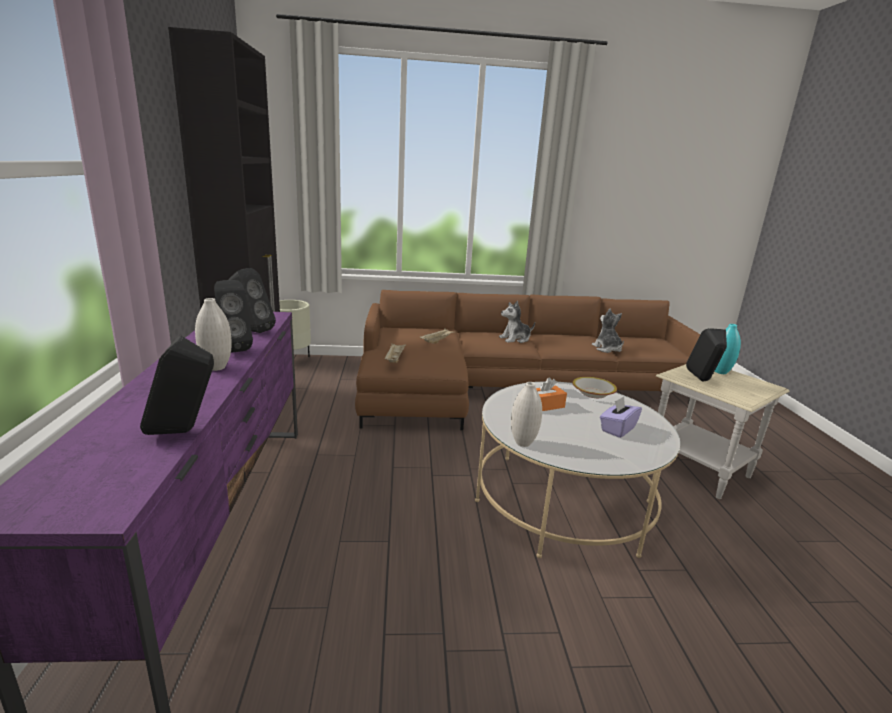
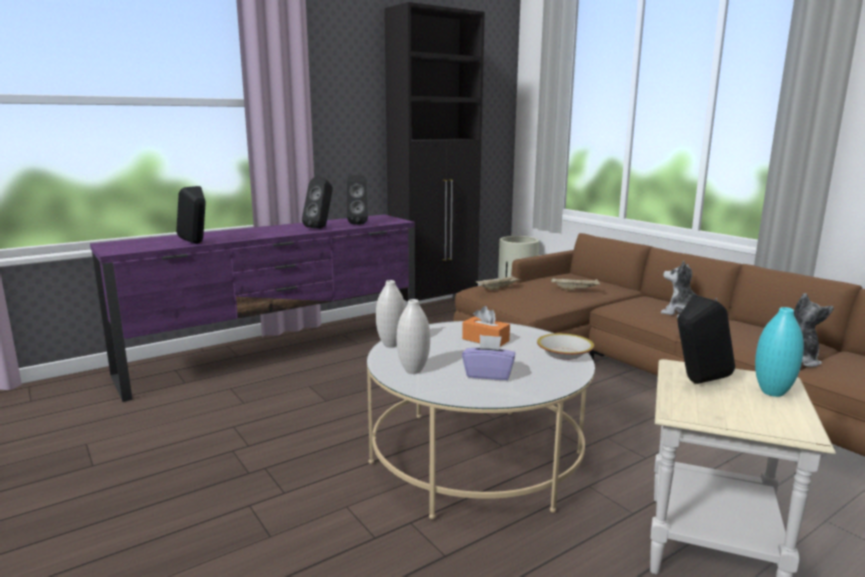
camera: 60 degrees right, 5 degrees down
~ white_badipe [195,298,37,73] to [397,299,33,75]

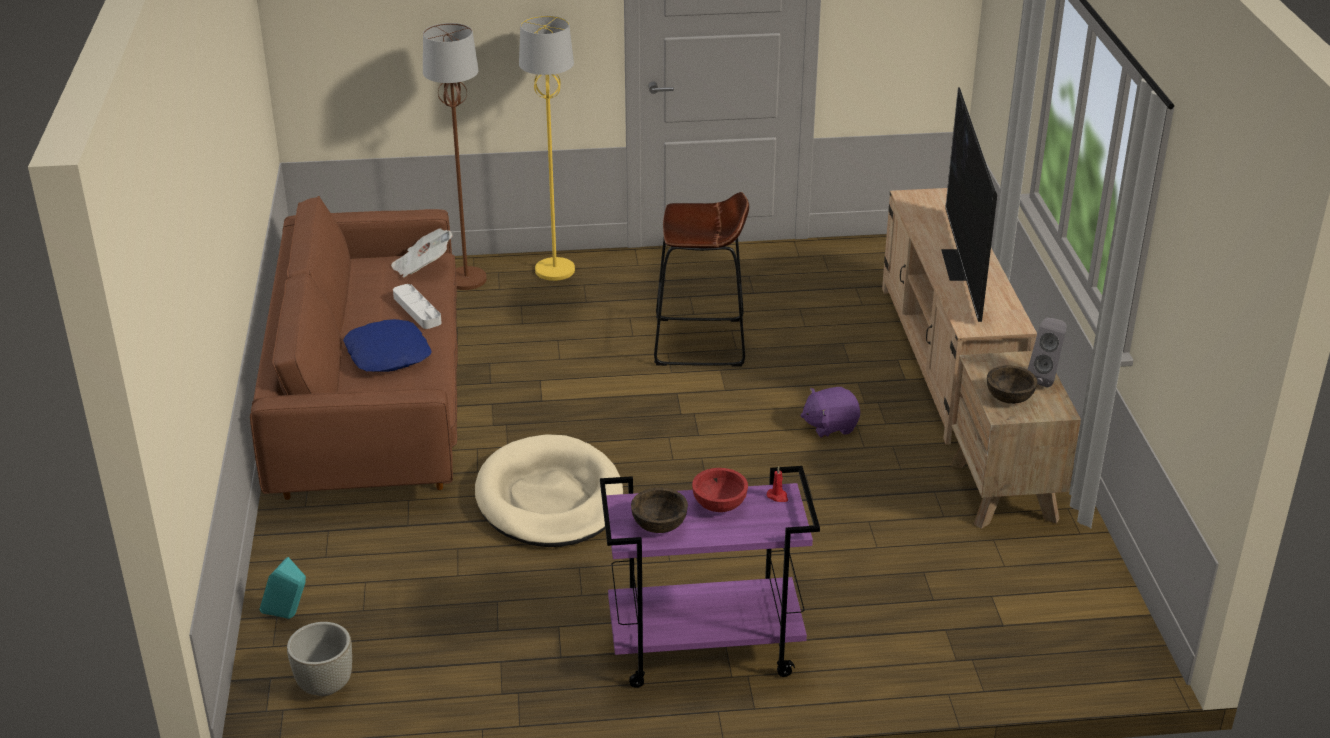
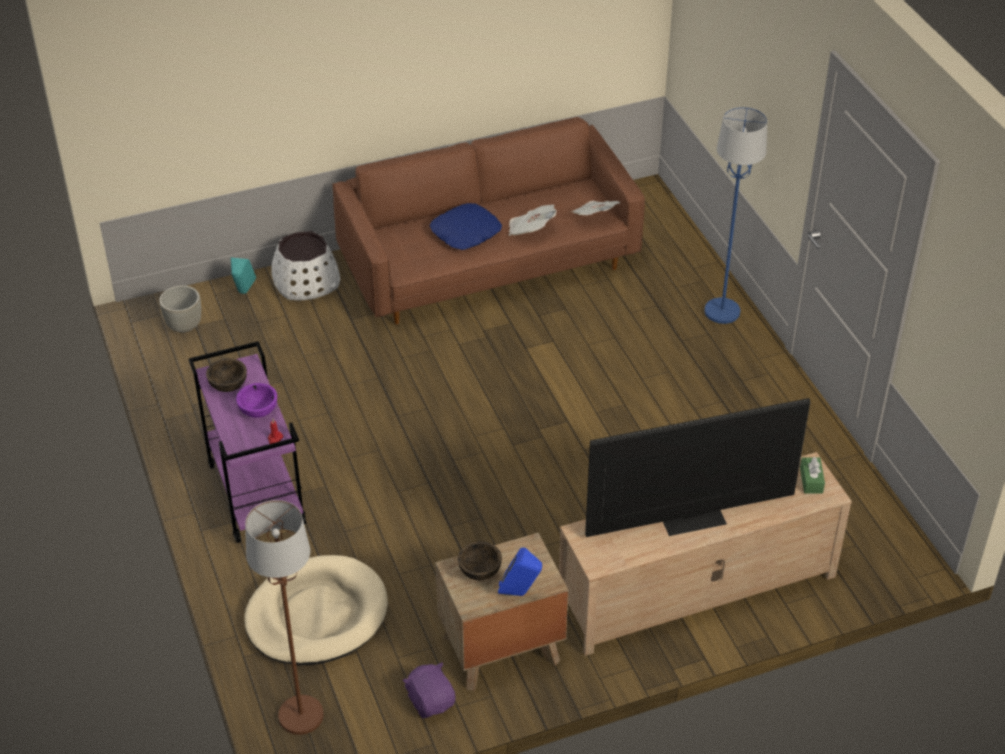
camera: 75 degrees right, 10 degrees up
~ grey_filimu [393,284,48,45] to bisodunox [509,204,48,32]
~ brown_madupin [423,23,64,267] to [245,500,78,235]
~ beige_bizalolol [475,434,148,113] to [244,555,144,110]
~ yellow_madupin [519,15,56,266] to blue_madupin [704,107,63,217]
- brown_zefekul [654,192,95,175]
~ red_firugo [692,468,56,44] to purple_firugo [236,383,41,35]
~ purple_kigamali [801,387,59,51] to [403,662,53,56]
~ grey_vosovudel [1028,318,39,69] to blue_vosovudel [498,547,44,49]
+ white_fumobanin [271,231,69,69]
+ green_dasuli [800,456,25,37]

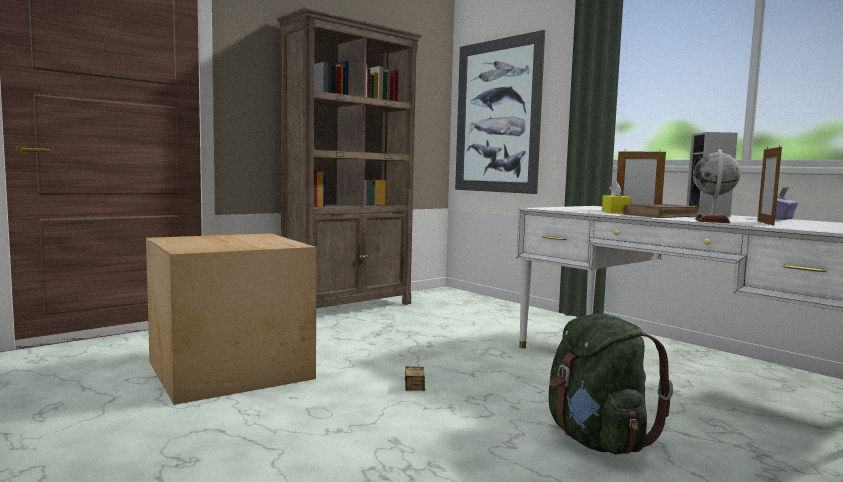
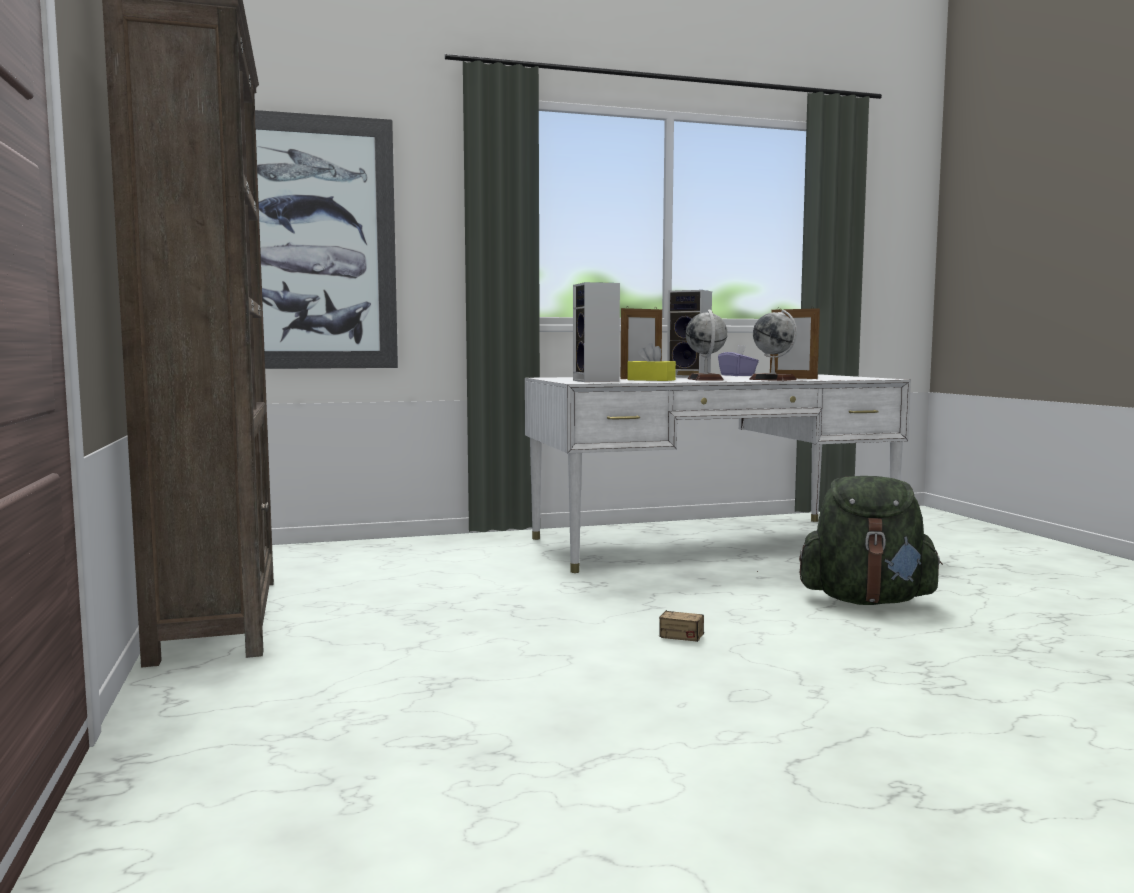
camera: 65 degrees left, 0 degrees up
- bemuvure [146,233,171,172]
~ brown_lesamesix [622,204,79,14] to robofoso [685,310,42,71]
+ vosovudel [573,282,47,100]

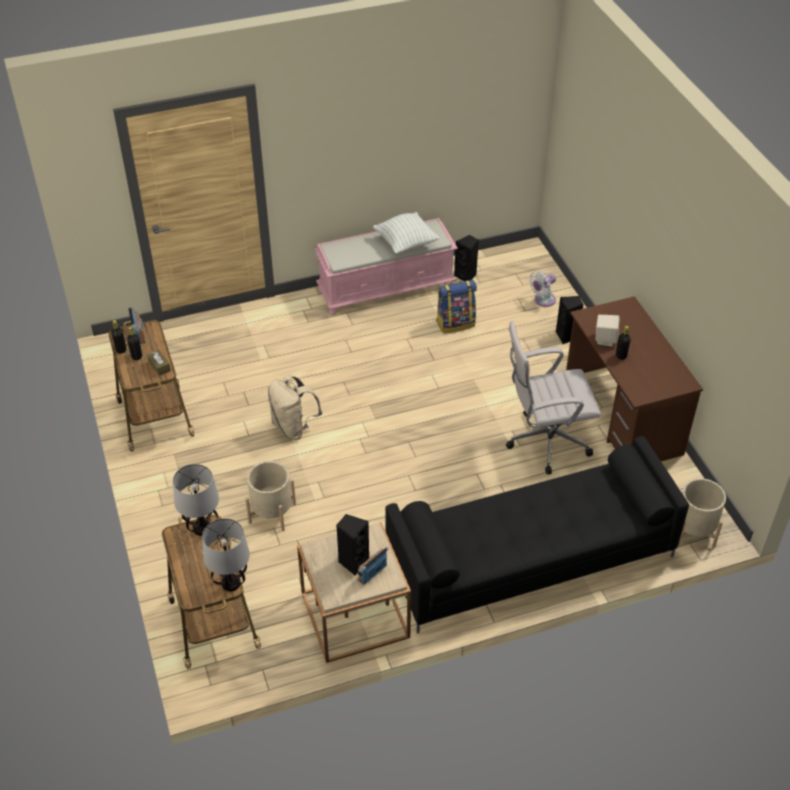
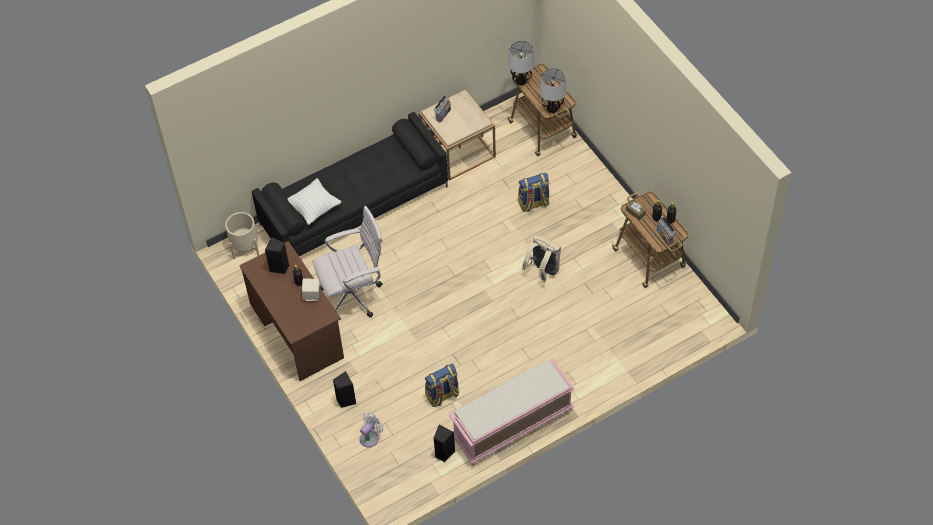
camera: 170 degrees right, 10 degrees up
~ beige_fumobanin [245,461,51,70] to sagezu [518,173,32,39]
~ black_vosovudel [336,514,33,62] to [265,237,24,37]
~ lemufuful [373,212,66,42] to [287,178,54,47]

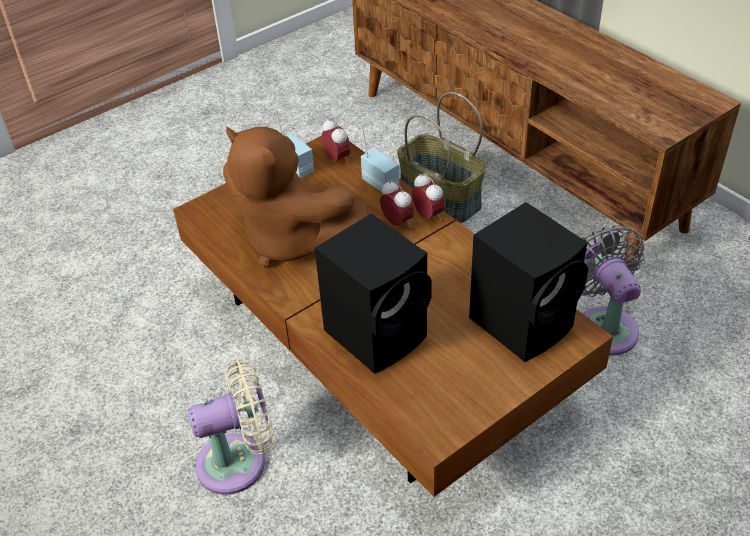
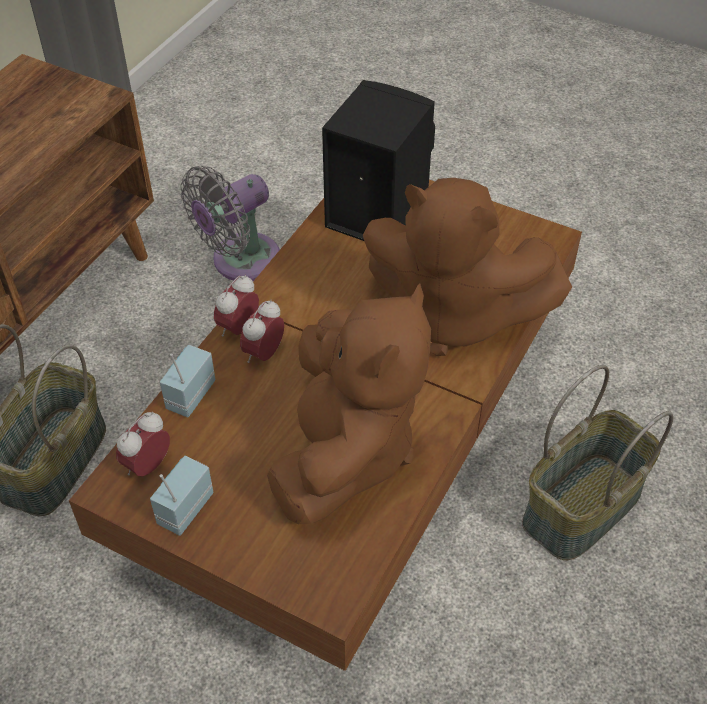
camera: 115 degrees left, 5 degrees up
~ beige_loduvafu [188,359,86,136] to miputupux [522,365,151,196]
~ black_vosovudel [315,213,117,161] to brown_kigamali [363,178,209,178]

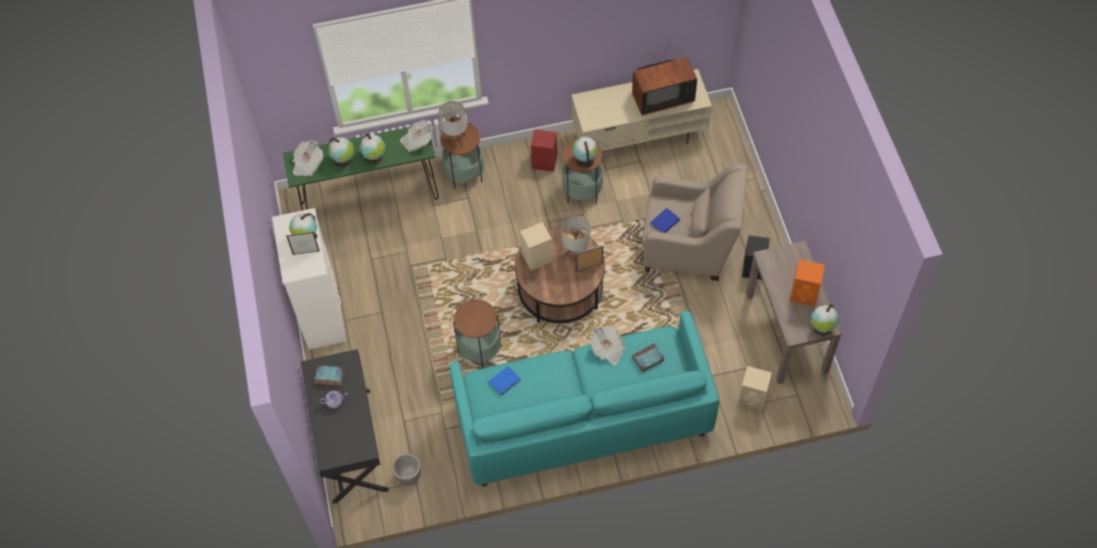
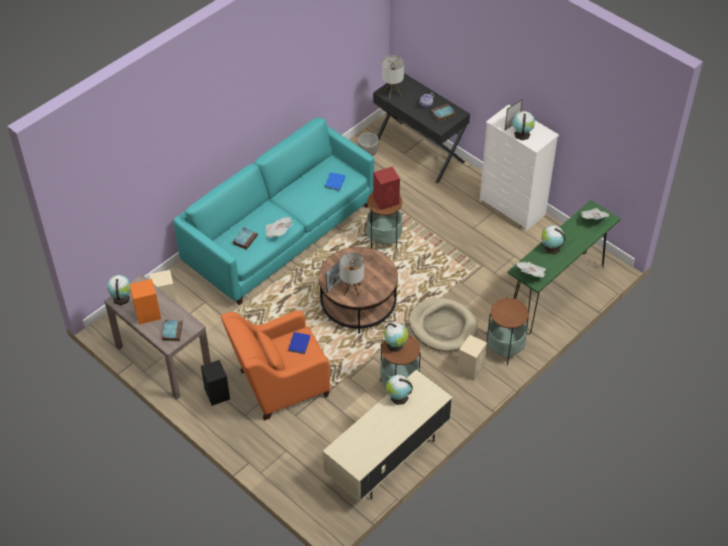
camera: 145 degrees right, 10 degrees down
~ robofoso [328,137,26,30] to [386,375,27,30]
~ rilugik [439,101,28,47] to [382,55,22,44]
~ beige_vosovudel [520,222,33,48] to [457,335,30,46]
~ red_vosovudel [531,129,26,43] to [373,166,27,44]
- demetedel [632,43,65,72]
~ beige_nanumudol [642,164,106,117] to orange_nanumudol [221,310,109,111]
+ lesamesix [162,320,21,21]
+ beige_bizalolol [409,298,69,54]

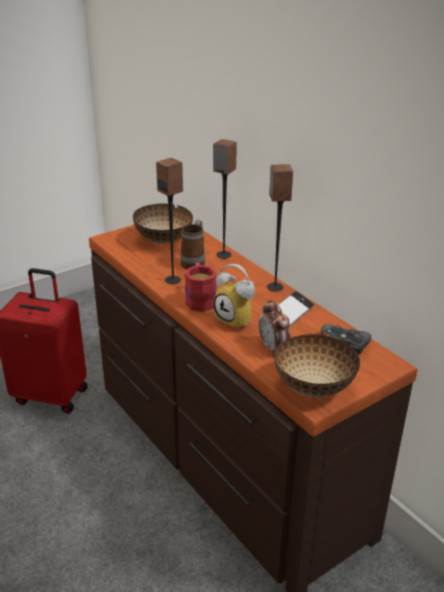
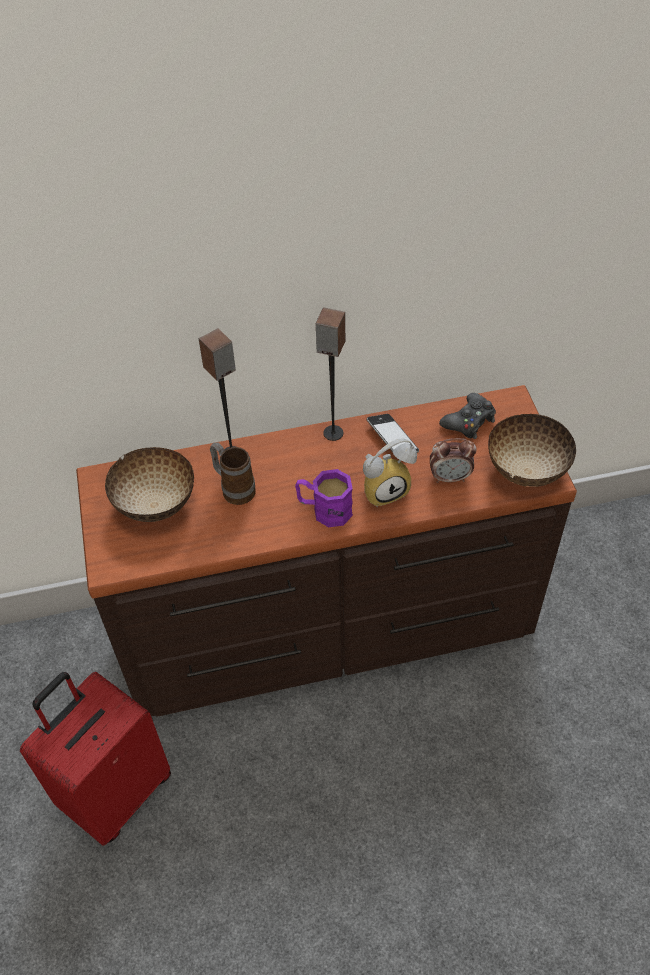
camera: 65 degrees left, 20 degrees up
- vosovudel [156,158,27,126]
~ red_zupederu [185,263,32,49] to purple_zupederu [295,469,58,58]

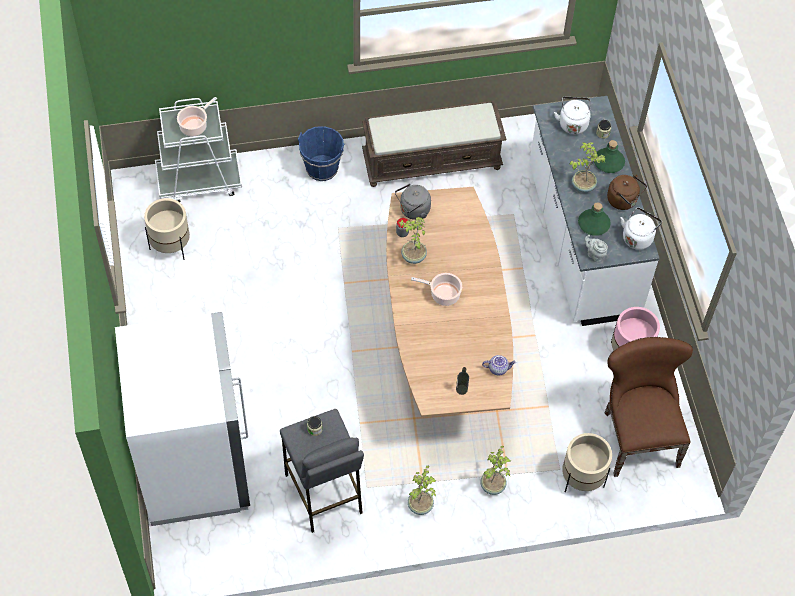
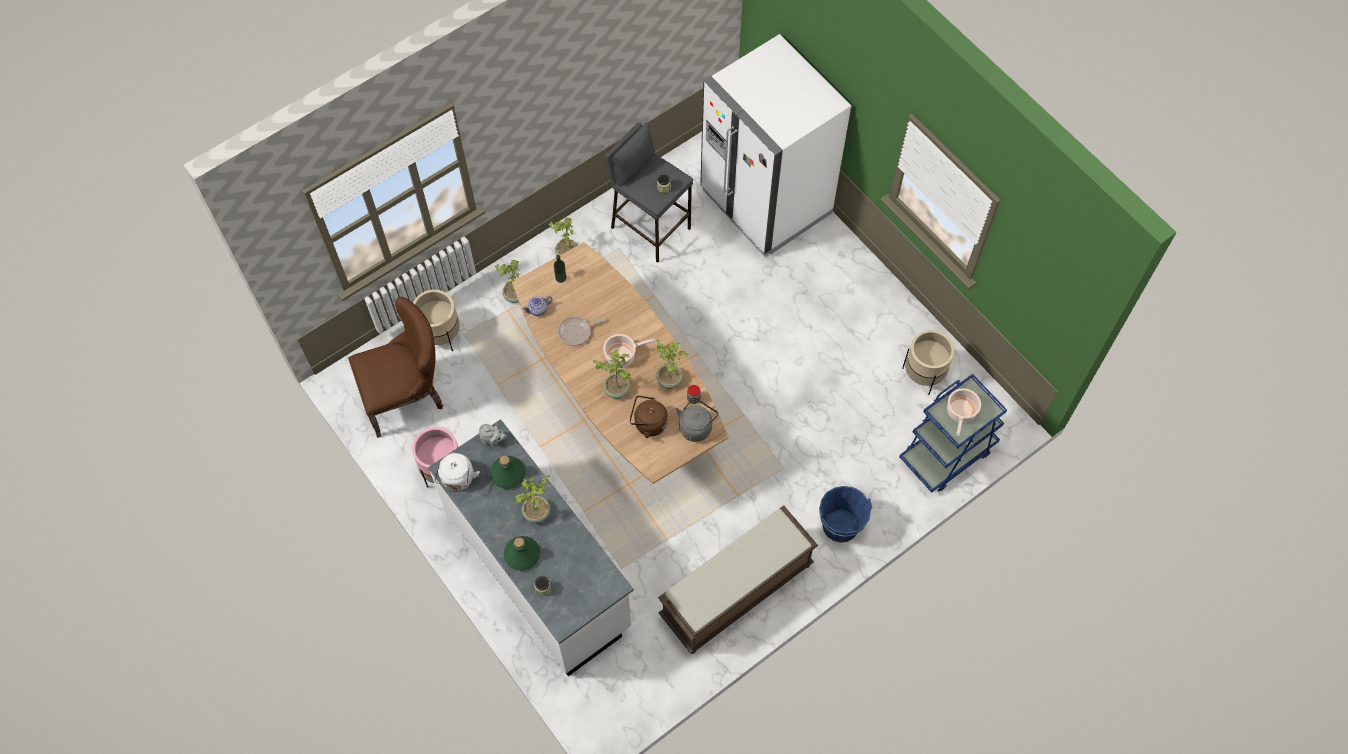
camera: 155 degrees right, 5 degrees up
~ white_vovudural [155,98,87,104] to blue_vovudural [899,374,108,119]
- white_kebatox [554,97,37,37]
~ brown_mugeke [605,337,88,140] = [348,297,95,141] 75 degrees counterclockwise
~ brown_kebatox [607,174,40,36] to [630,395,38,43]
+ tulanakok [558,317,48,29]
+ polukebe [593,349,38,50]

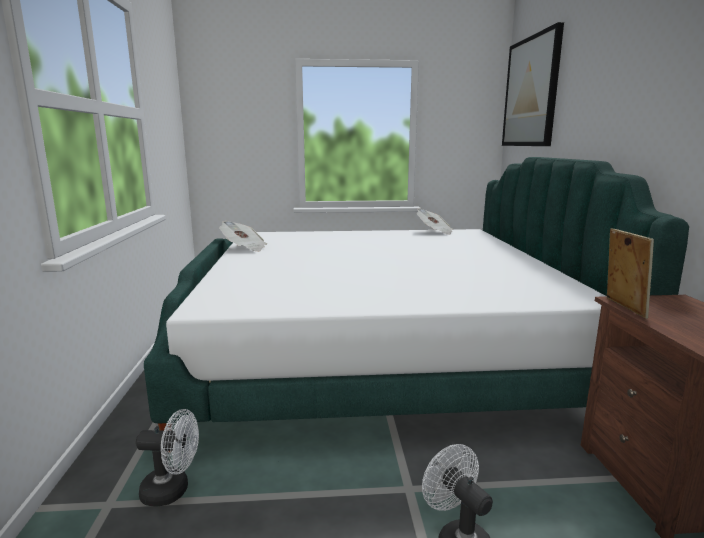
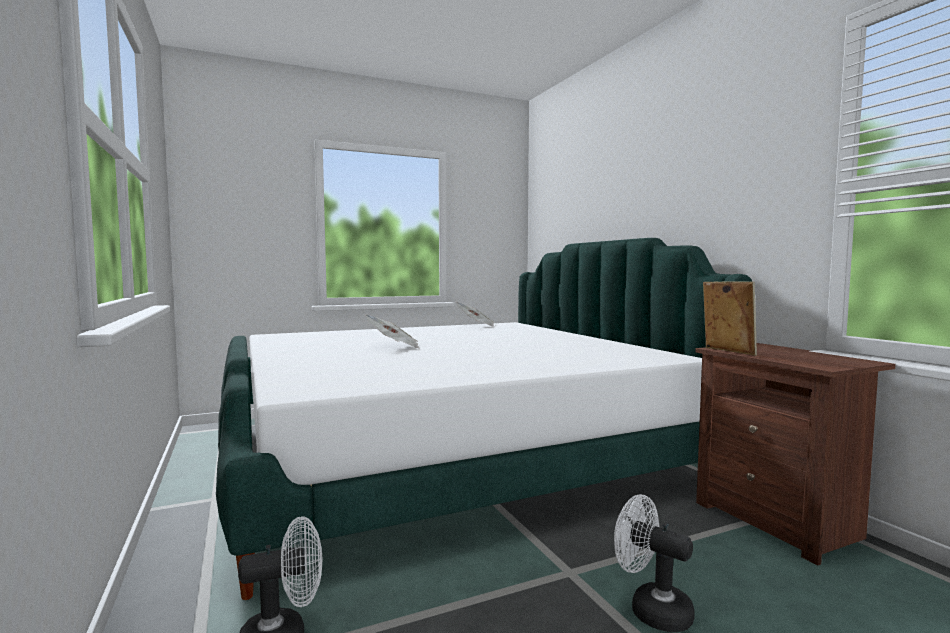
camera: 20 degrees left, 10 degrees down
~ bisodunox [219,221,48,31] to [364,314,55,34]
- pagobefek [502,22,62,124]

